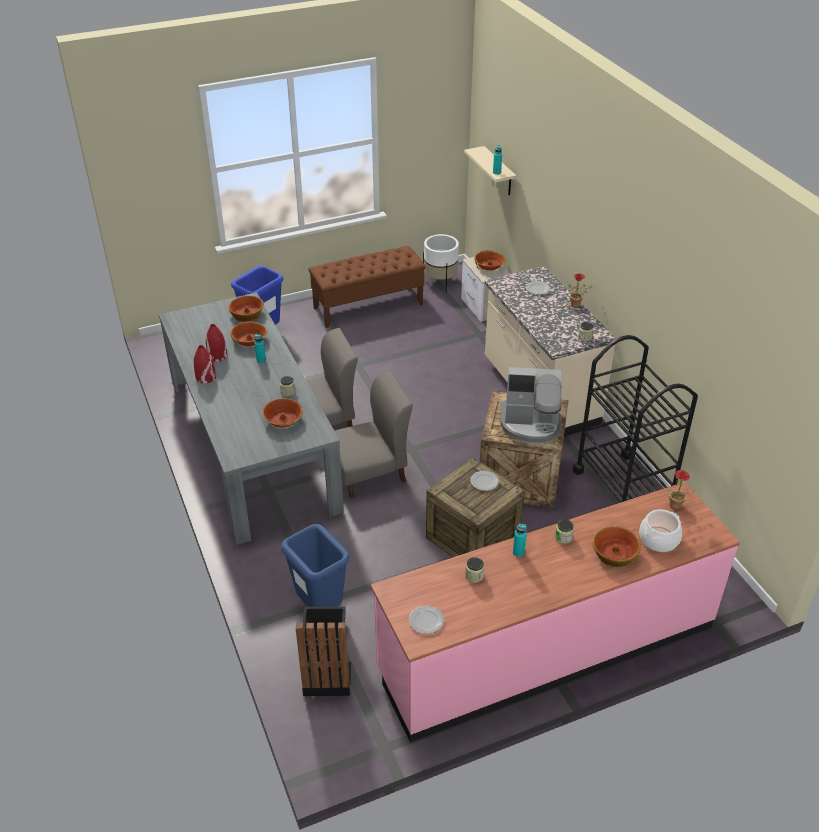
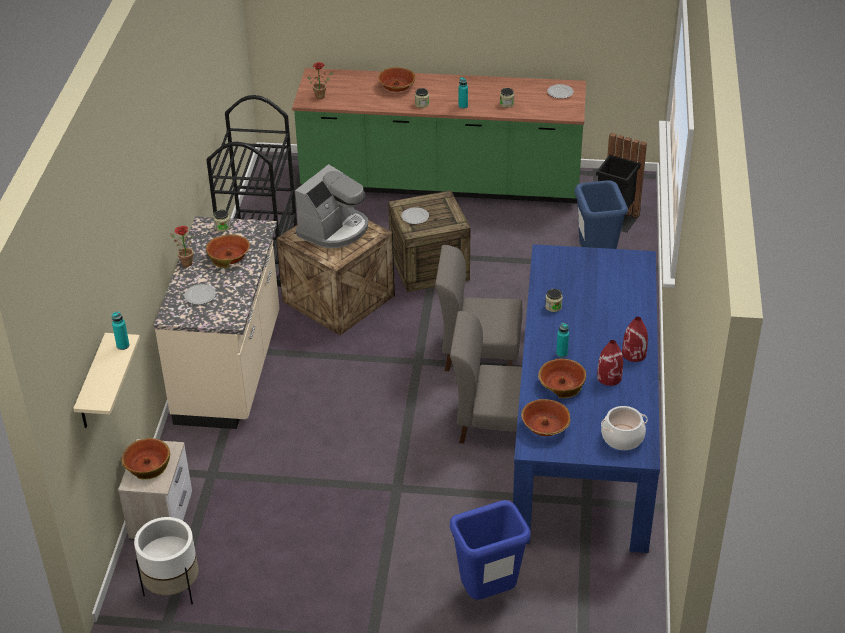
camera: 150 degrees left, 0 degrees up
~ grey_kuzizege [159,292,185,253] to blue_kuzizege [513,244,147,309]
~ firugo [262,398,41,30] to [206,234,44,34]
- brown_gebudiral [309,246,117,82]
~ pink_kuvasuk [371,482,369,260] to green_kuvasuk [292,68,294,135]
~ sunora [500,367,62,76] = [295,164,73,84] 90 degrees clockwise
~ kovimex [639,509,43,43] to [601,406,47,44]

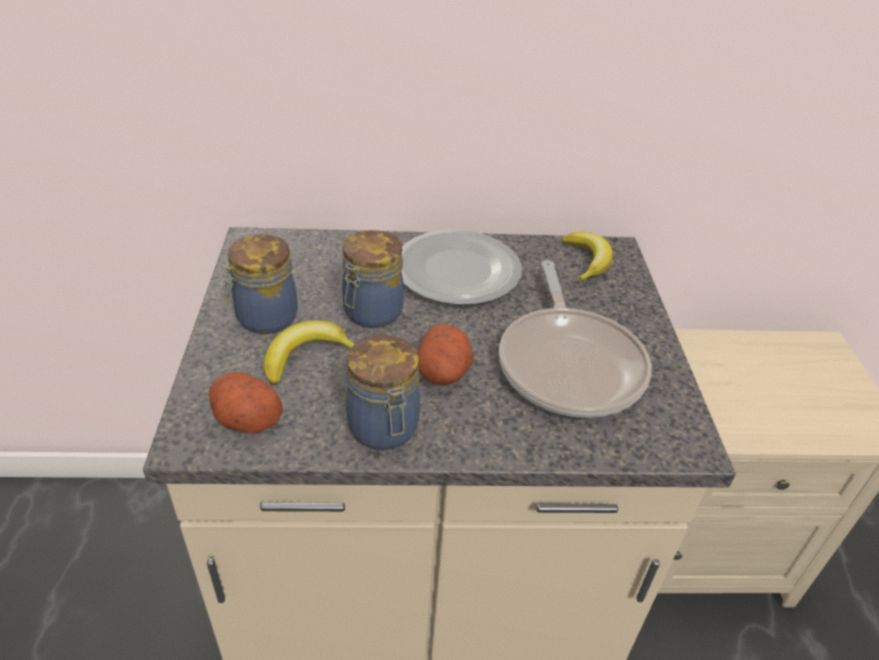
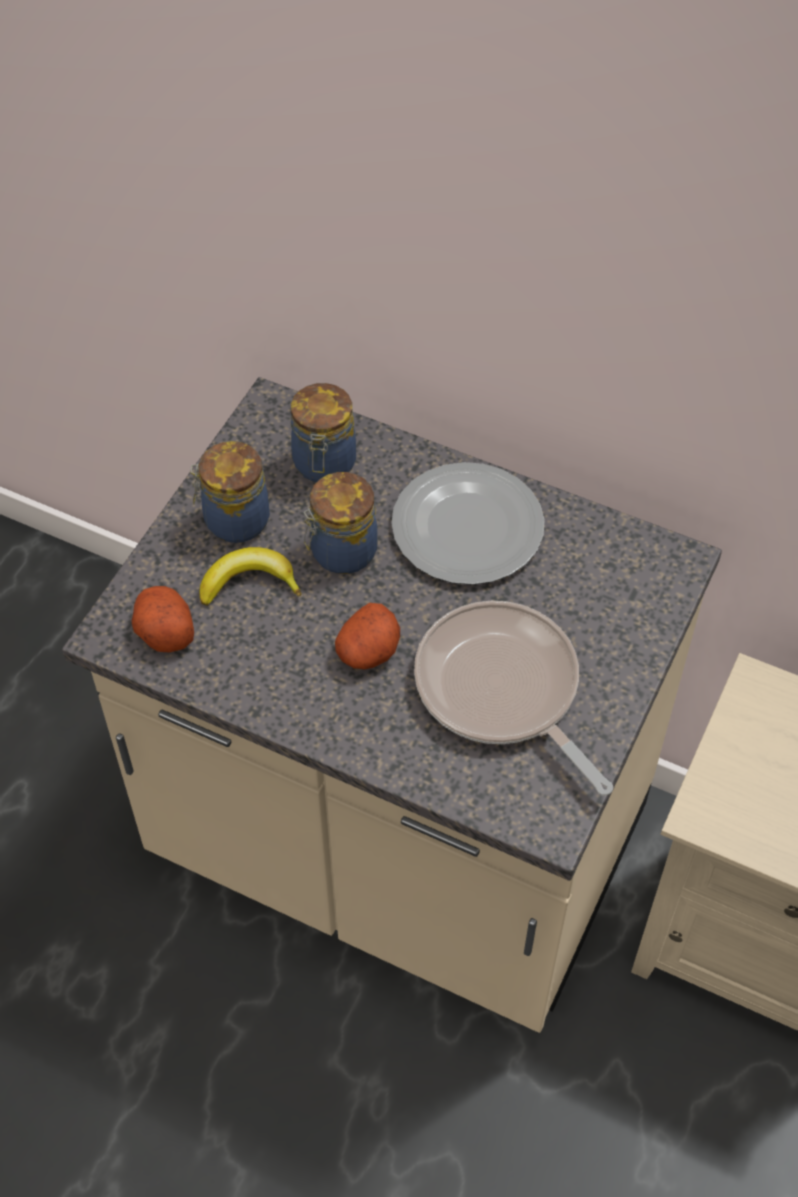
camera: 30 degrees right, 15 degrees up
~ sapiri [346,335,74,115] to [291,383,65,99]
~ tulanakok [499,260,153,158] = [414,601,200,195] 120 degrees clockwise
- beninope [562,231,51,51]

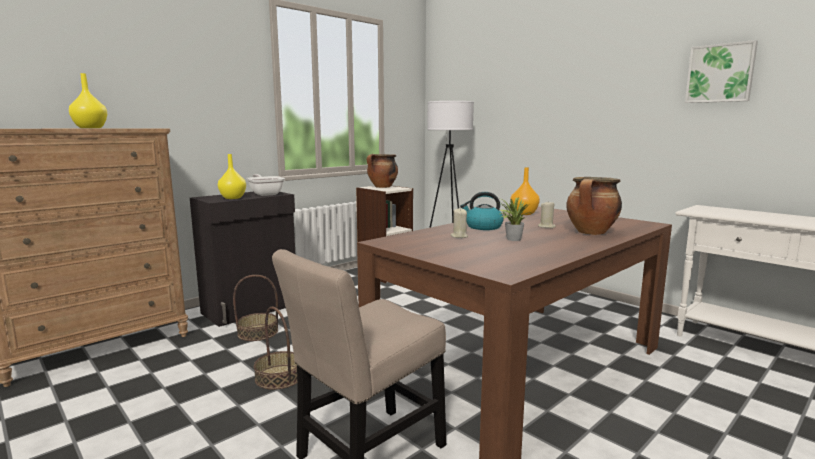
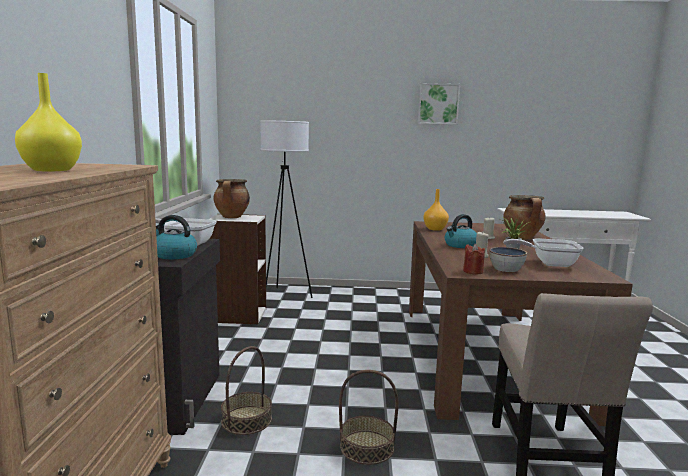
camera: 45 degrees left, 0 degrees up
~ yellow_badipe [218,154,28,45] to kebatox [156,215,41,44]
~ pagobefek [685,40,73,63] to [418,83,42,42]
+ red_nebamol [463,244,22,30]
+ firugo [489,247,38,25]
+ tulanakok [503,238,81,29]

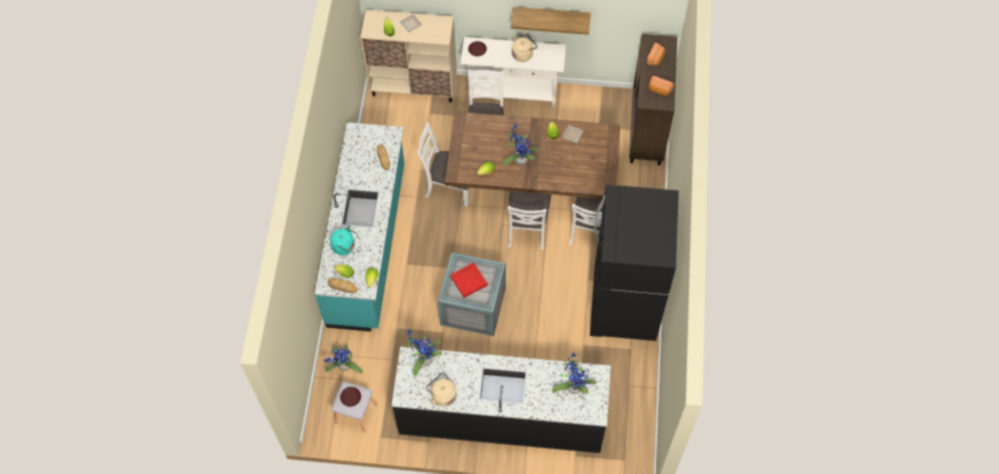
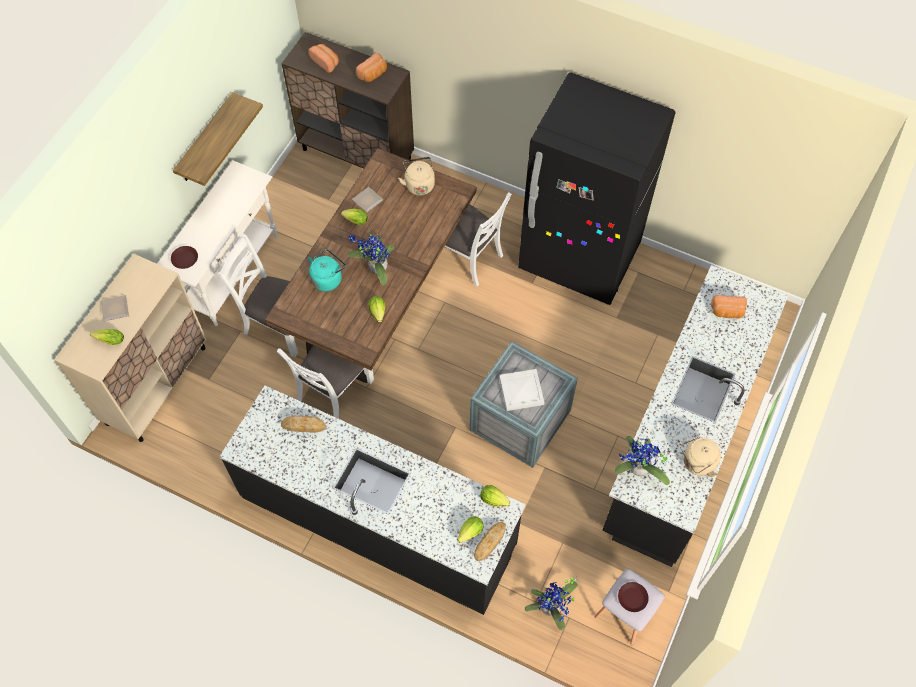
camera: 70 degrees left, 0 degrees up
~ turquoise_kuvasuk [315,122,90,210] to black_kuvasuk [219,385,307,230]
~ turquoise_kebatox [330,226,27,29] to [308,249,38,42]
~ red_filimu [450,263,38,35] to white_filimu [499,369,45,42]
- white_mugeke [508,191,43,59]
~ beige_kebatox [512,33,25,29] to [398,157,37,38]
~ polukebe [552,352,44,42] to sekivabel [711,295,36,23]

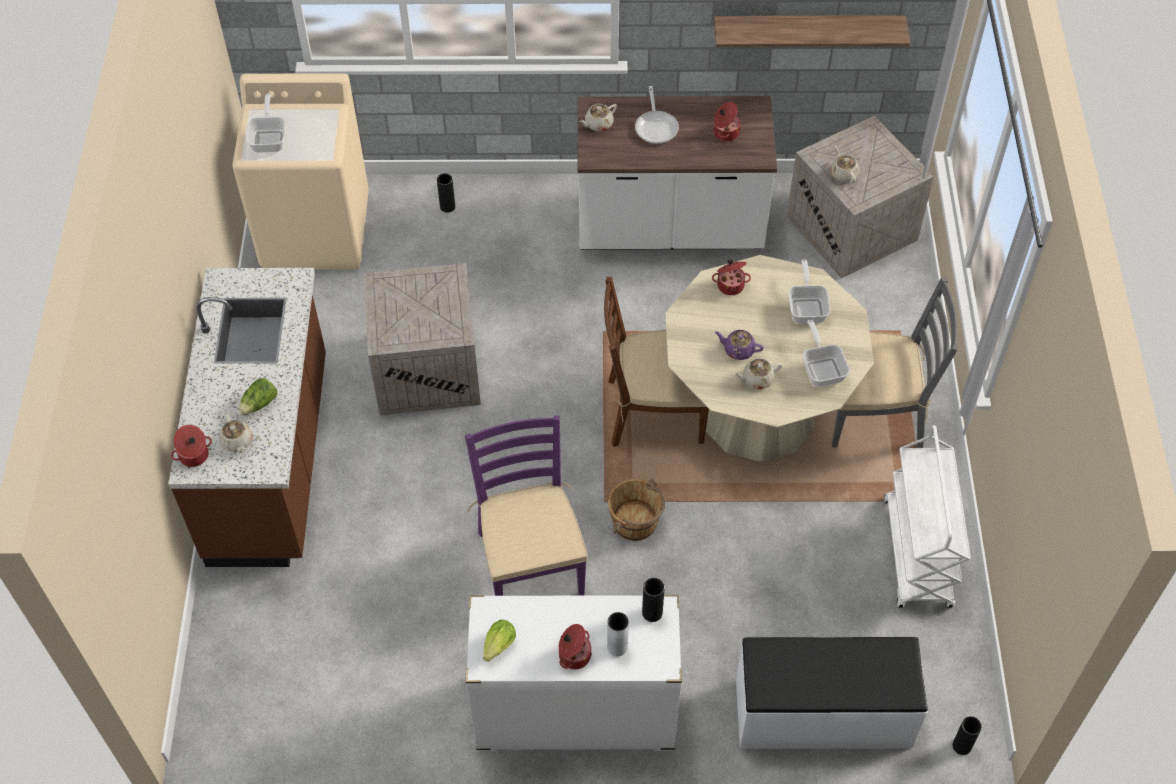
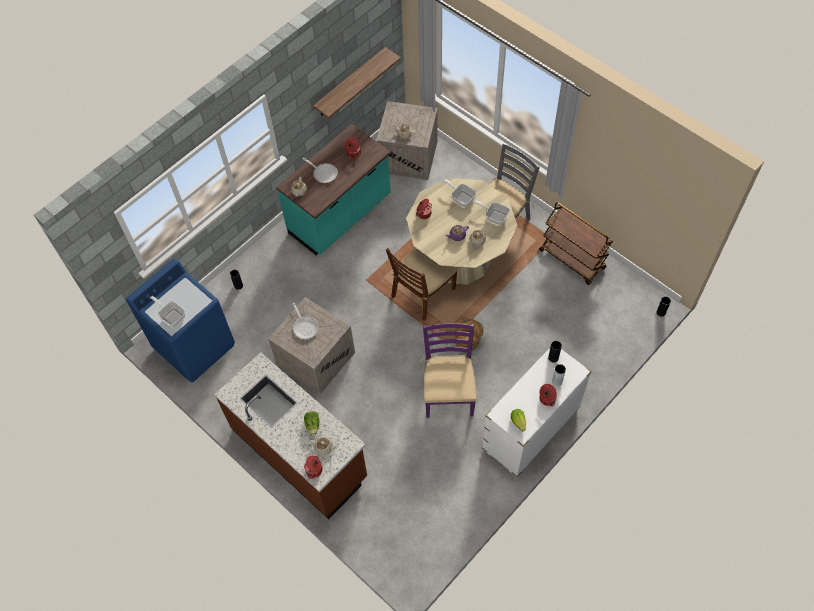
camera: 45 degrees left, 5 degrees up
~ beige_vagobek [232,73,137,197] to blue_vagobek [126,259,109,123]
~ purple_mugeke [465,416,123,180] = [419,323,58,95] 60 degrees clockwise
~ white_kuvasuk [578,96,199,154] to turquoise_kuvasuk [276,124,115,131]
- white_gebudiral [736,637,192,112]
~ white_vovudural [884,425,87,183] to brown_vovudural [539,202,74,83]
+ tulanakok [292,303,27,36]

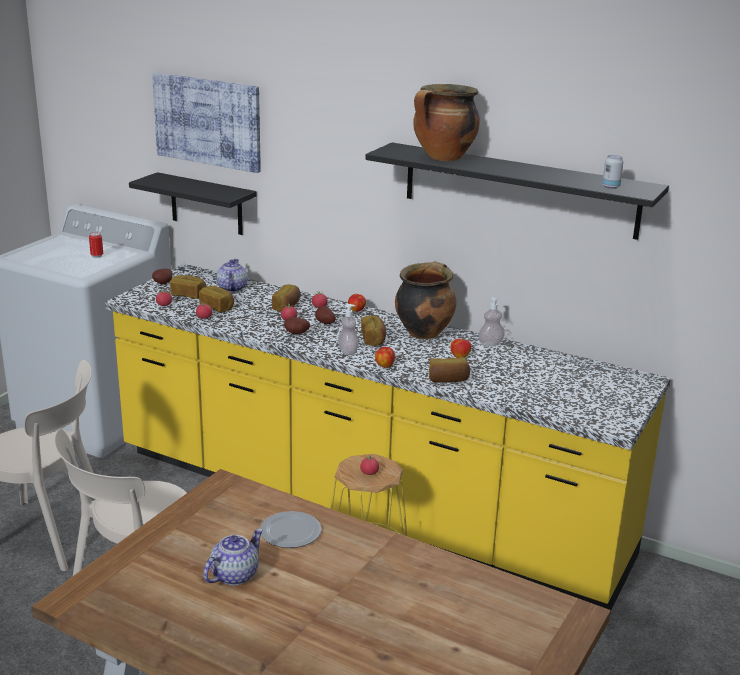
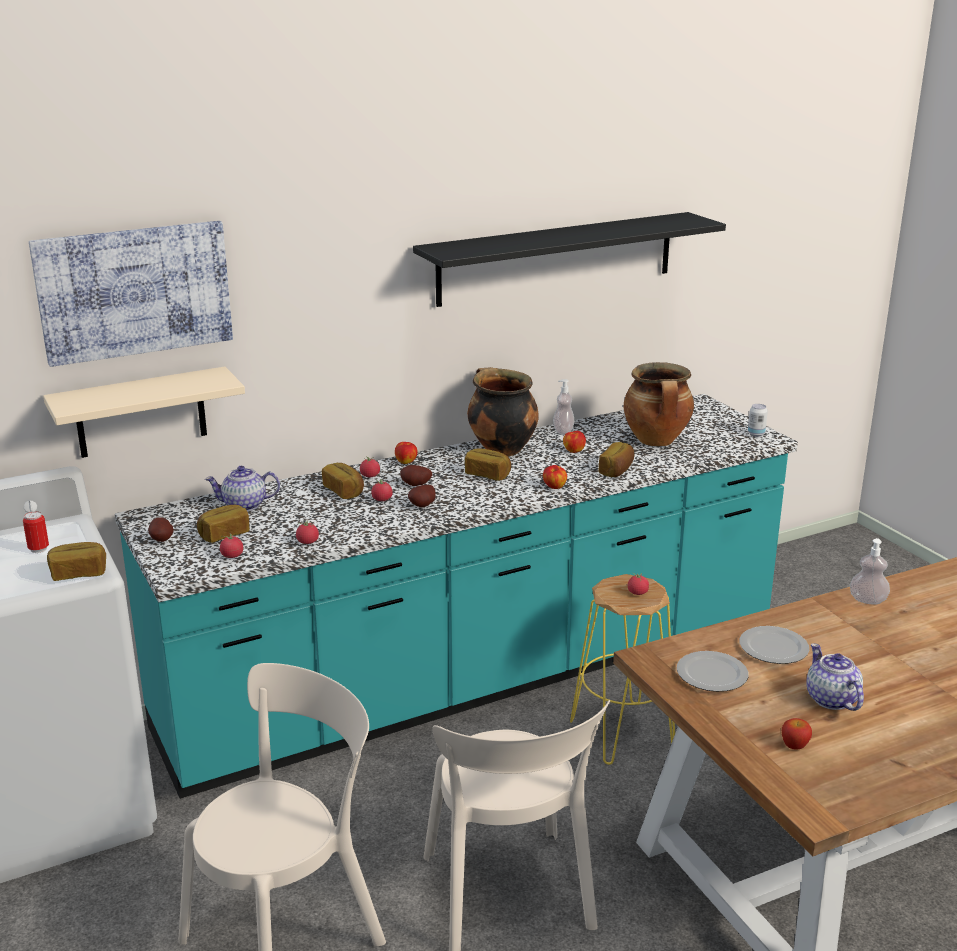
camera: 55 degrees left, 0 degrees up
~ yellow_kuvasuk [105,264,566,346] to turquoise_kuvasuk [115,394,683,405]
~ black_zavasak [129,172,128,63] to beige_zavasak [43,366,202,92]
~ sekivabel [199,286,35,26] to [47,542,59,39]
~ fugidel [216,259,32,33] = [205,466,75,45] 45 degrees counterclockwise
~ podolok [338,304,21,51] to [850,538,40,66]
~ kovimex [413,84,67,77] to [624,362,70,84]
~ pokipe [602,155,21,34] to [748,404,20,33]
+ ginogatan [677,651,71,41]
+ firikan [782,718,30,32]

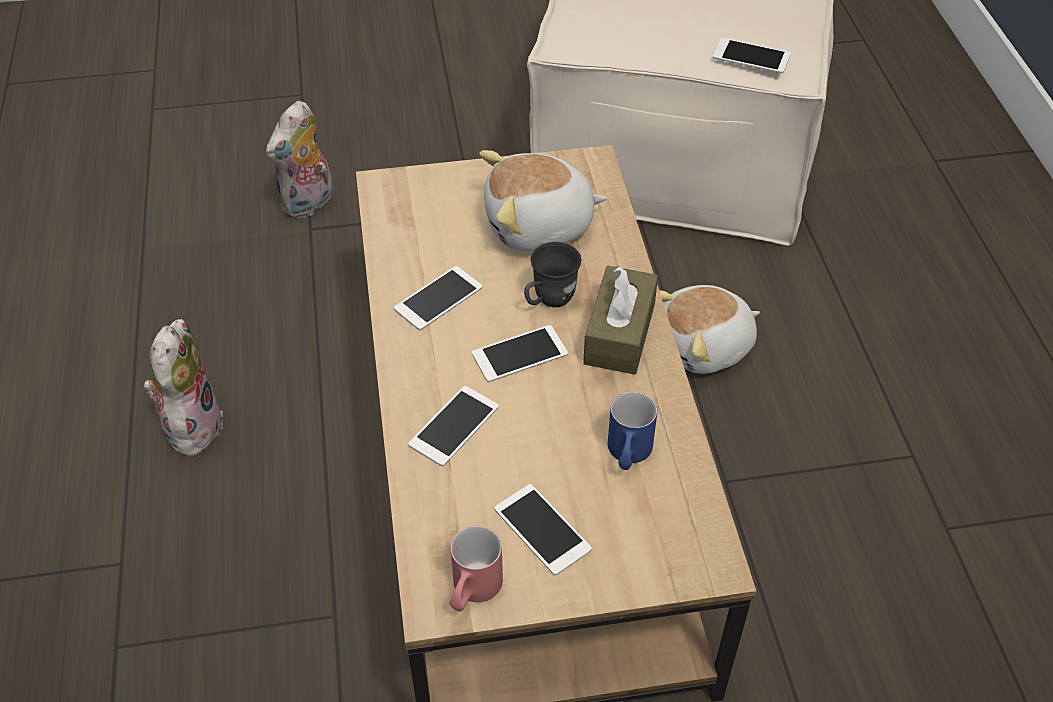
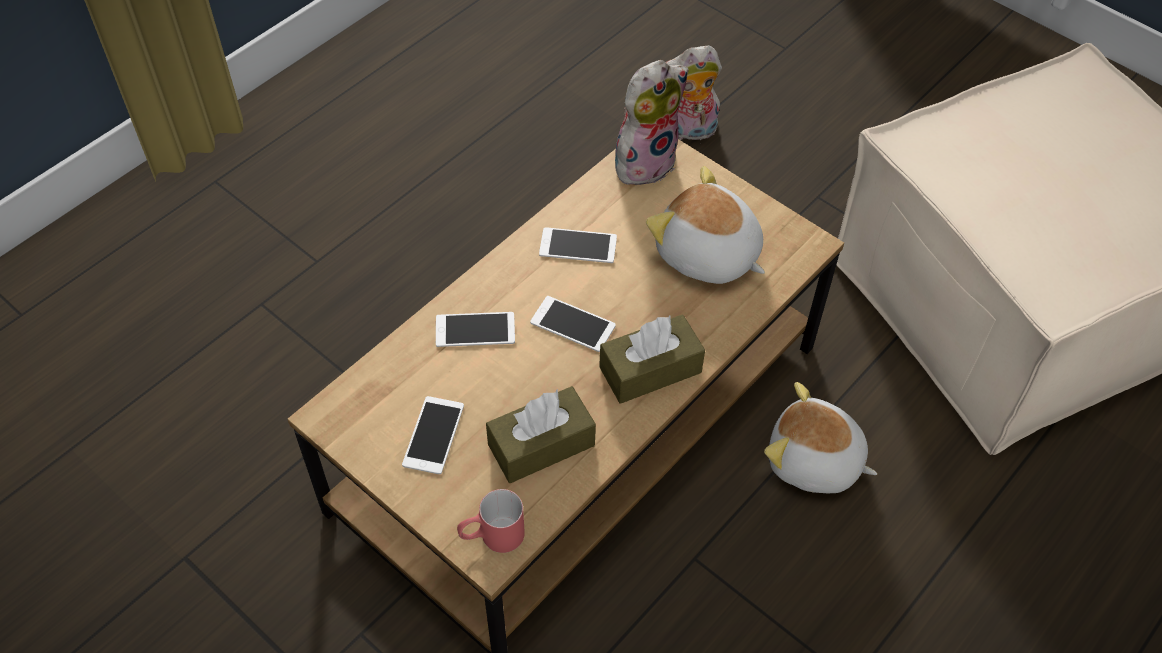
camera: 50 degrees right, 5 degrees up
~ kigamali [144,319,79,137] to [615,60,74,125]
~ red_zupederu [449,526,54,86] to [457,489,68,64]
- grey_zupederu [524,242,57,65]
~ blue_zupederu [608,391,49,79] to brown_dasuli [486,386,110,97]
- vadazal [713,38,78,35]

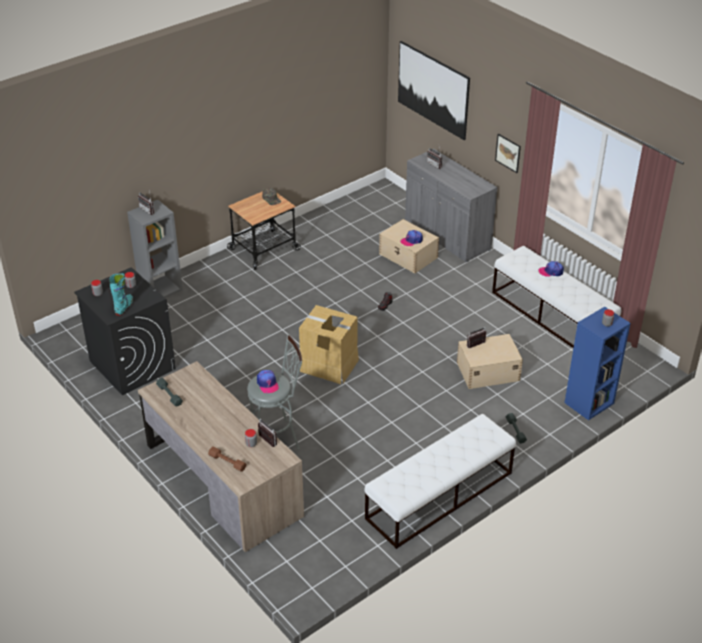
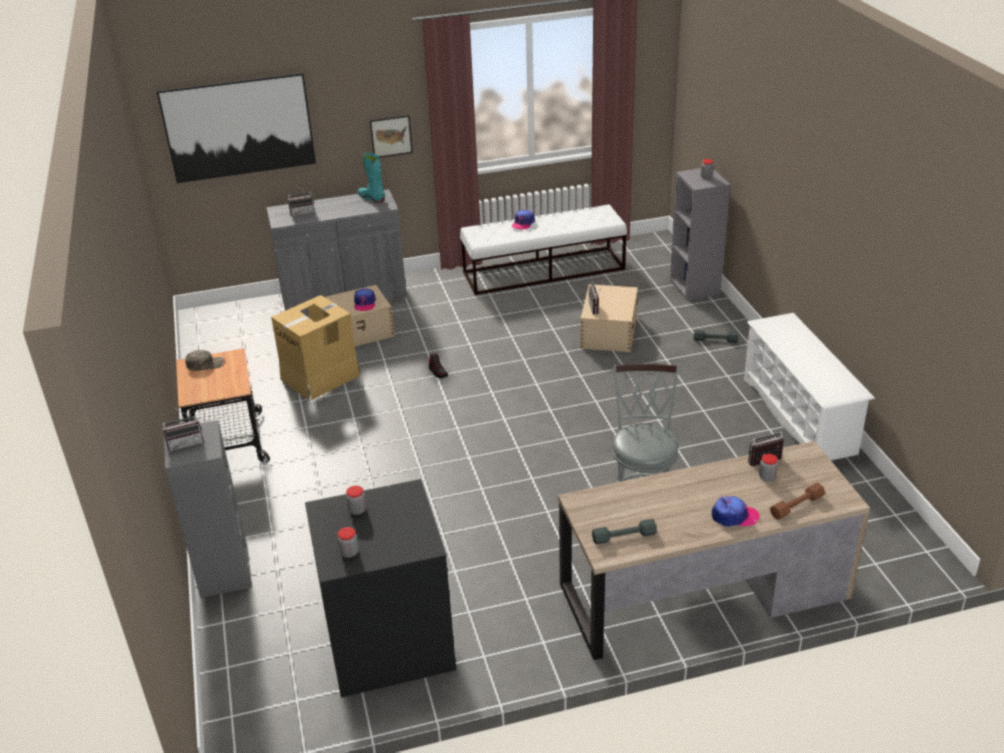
camera: 65 degrees left, 5 degrees down
~ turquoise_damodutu [109,273,24,43] to [358,153,27,50]
~ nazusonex [257,370,22,23] to [712,496,48,31]
~ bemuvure [299,305,60,79] to [271,295,89,105]
~ white_gebudiral [365,414,151,135] to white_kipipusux [744,313,131,147]
~ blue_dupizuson [565,307,66,113] to grey_dupizuson [670,168,60,132]

